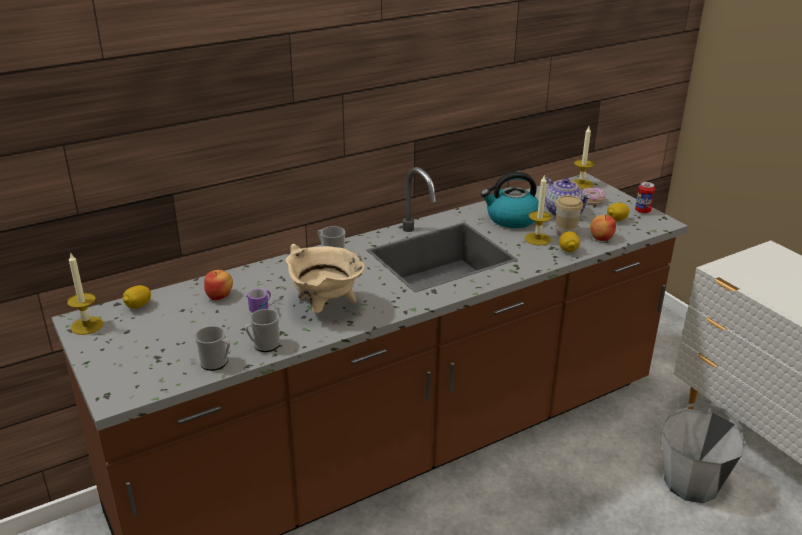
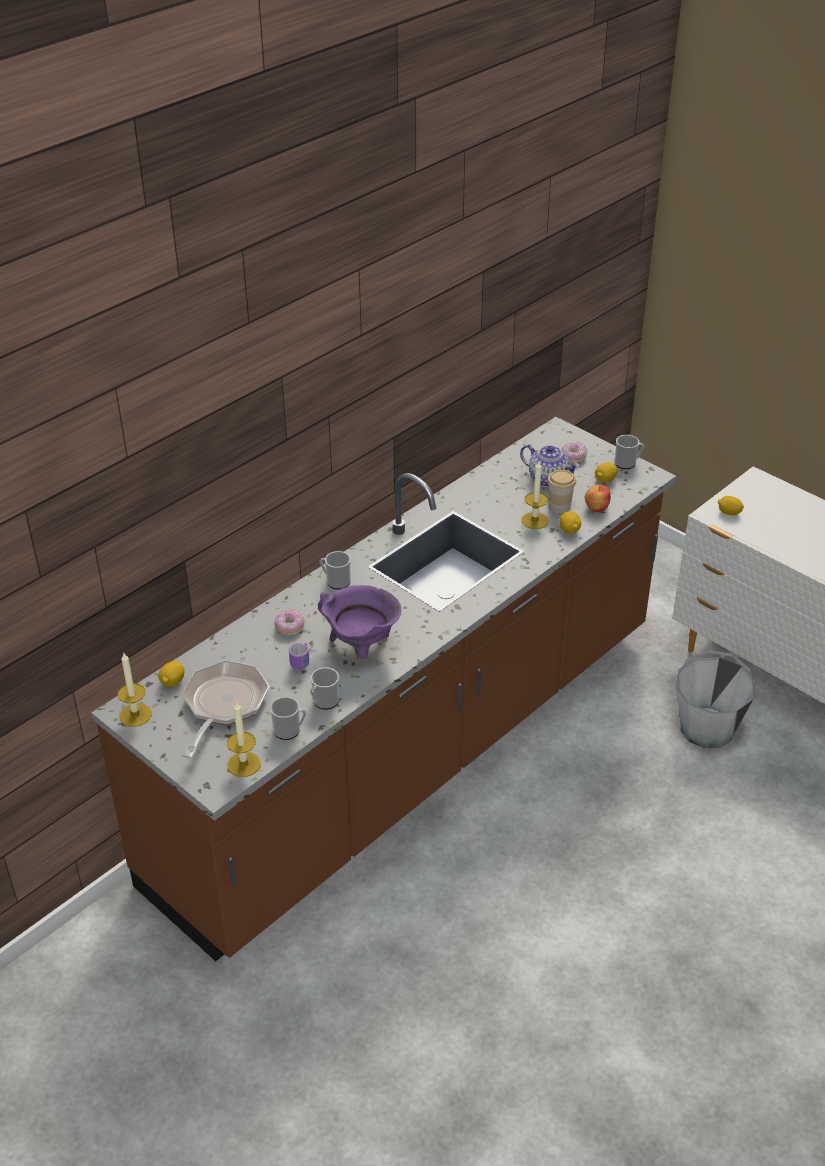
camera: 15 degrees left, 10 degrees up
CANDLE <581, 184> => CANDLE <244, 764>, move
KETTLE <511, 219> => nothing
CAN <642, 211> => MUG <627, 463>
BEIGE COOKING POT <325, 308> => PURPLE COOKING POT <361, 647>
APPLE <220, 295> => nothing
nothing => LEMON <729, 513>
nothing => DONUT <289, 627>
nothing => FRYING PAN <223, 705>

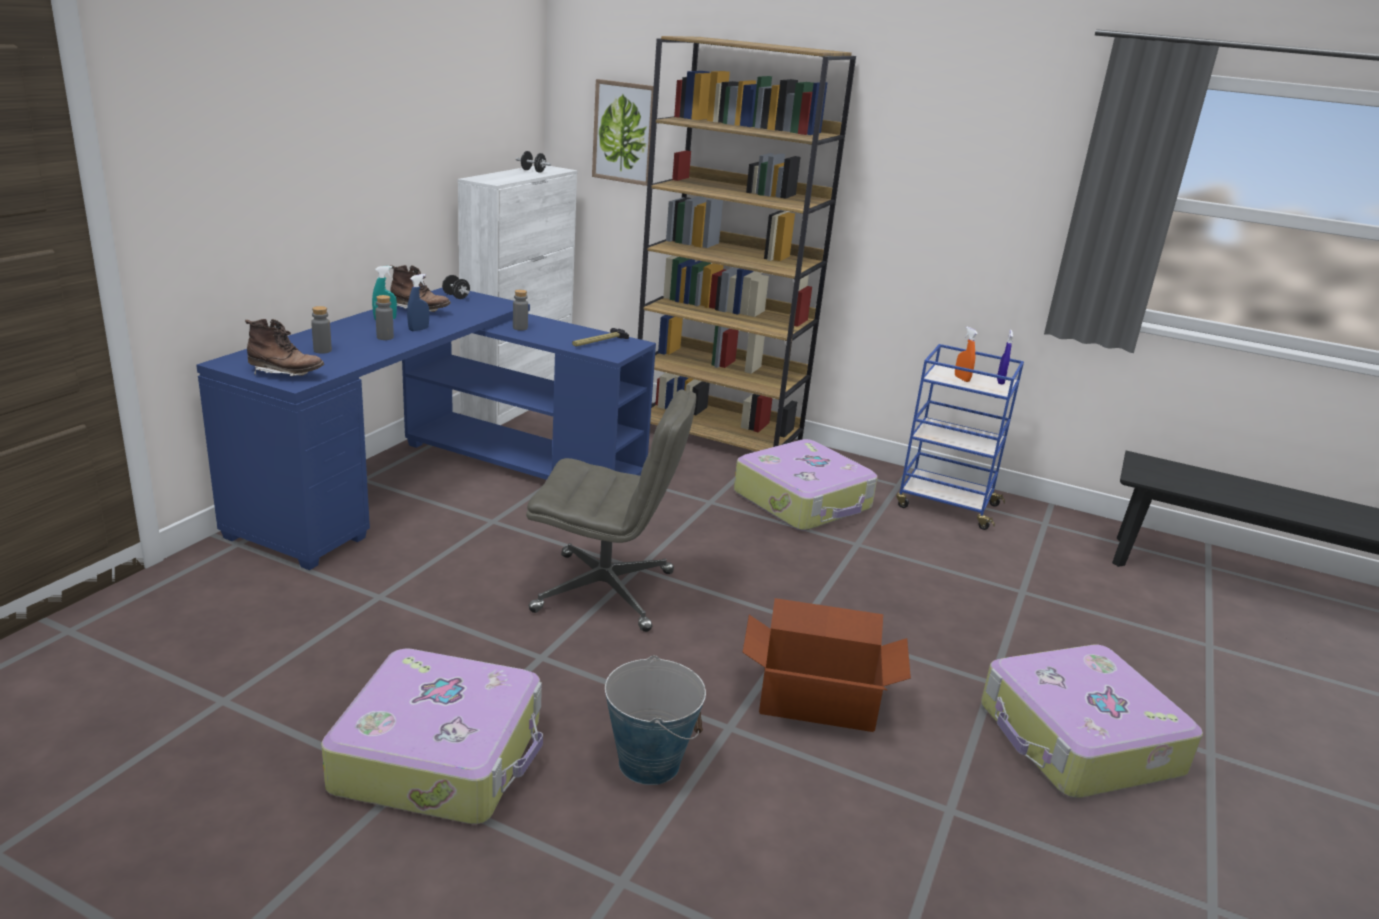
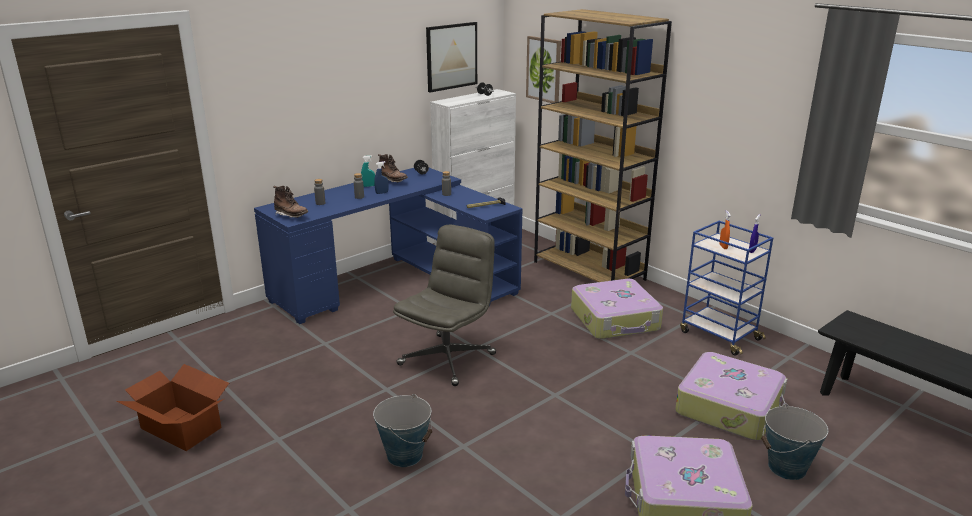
camera: 25 degrees right, 0 degrees up
GREY OFFICE CHAIR <606, 592> => GREY OFFICE CHAIR <447, 359>, 90 degrees counterclockwise
CARDBOARD BOX <816, 699> => CARDBOARD BOX <181, 427>, move
SUITCASE <441, 755> => SUITCASE <730, 407>, move
nothing => PICTURE <451, 56>
nothing => BUCKET <787, 468>

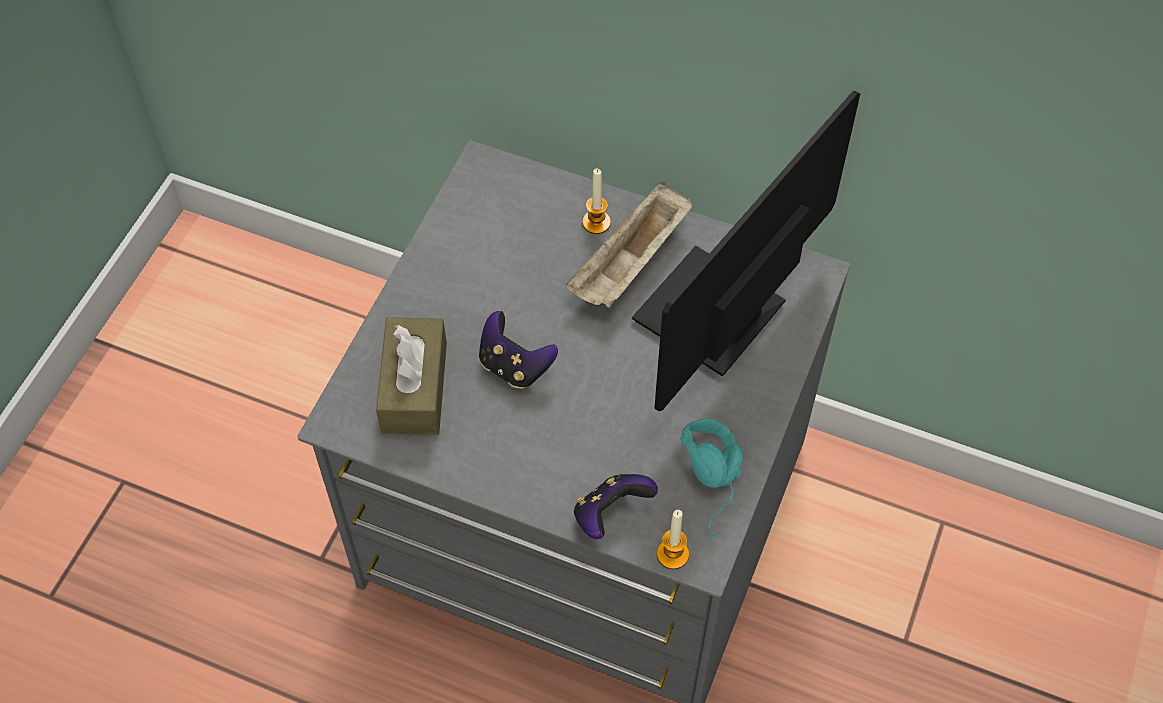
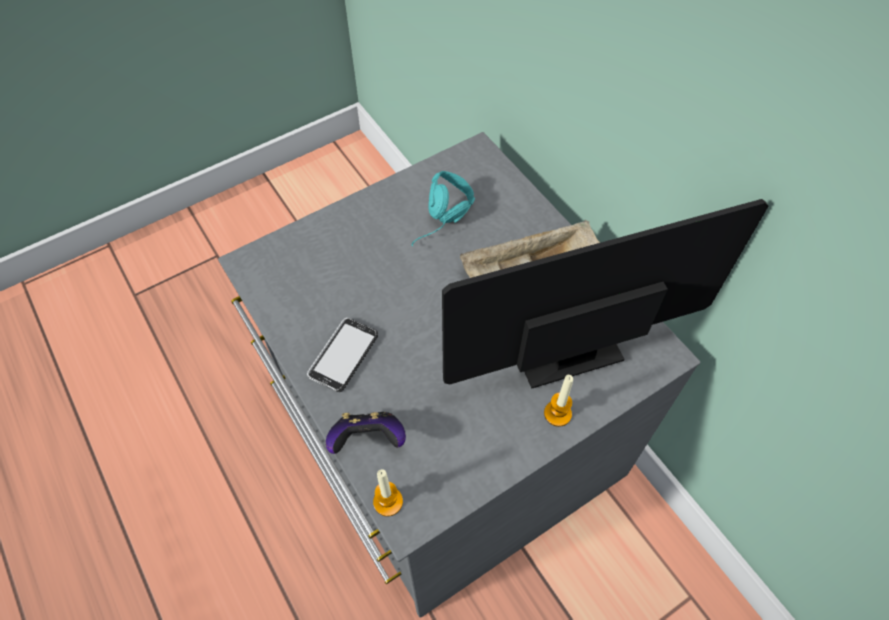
camera: 35 degrees right, 0 degrees up
CANDLE <596, 222> => CANDLE <557, 413>, move
GAME CONTROLLER <514, 366> => nothing
BROWN TISSUE BOX <414, 387> => nothing
TURQUOISE HEADPHONES <720, 484> => TURQUOISE HEADPHONES <444, 223>, move
nothing => PHONE <343, 355>

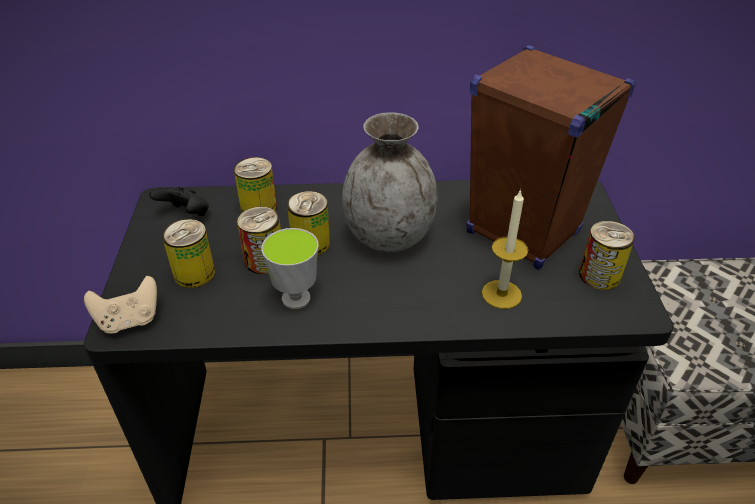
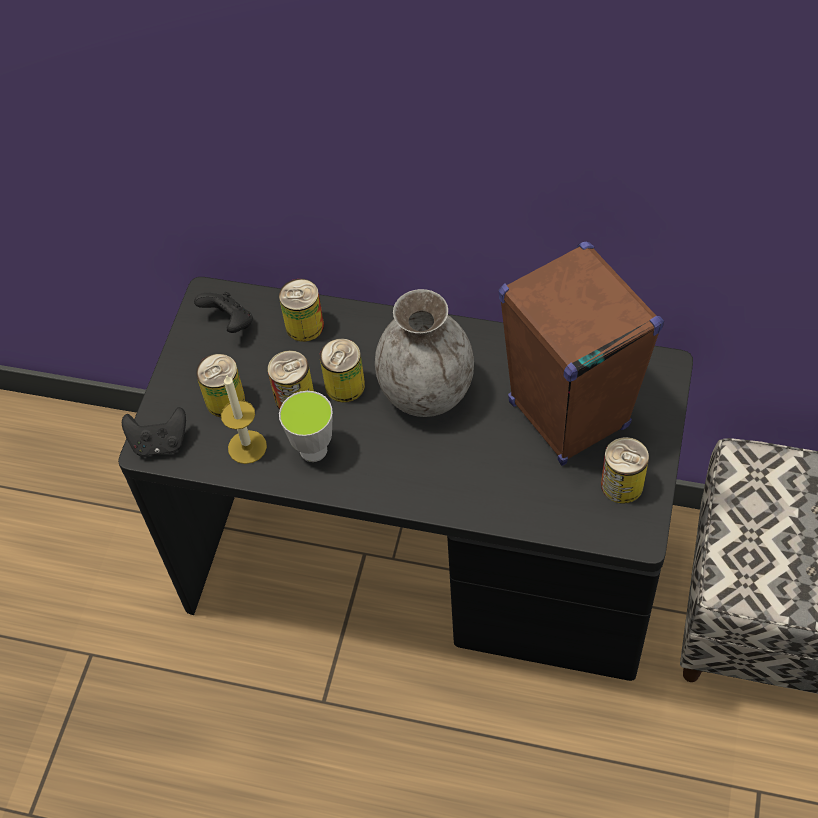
camera: 20 degrees right, 15 degrees up
CANDLE <501, 294> => CANDLE <247, 447>, move
BEIGE GAME CONTROLLER <129, 320> => BLACK GAME CONTROLLER <159, 443>

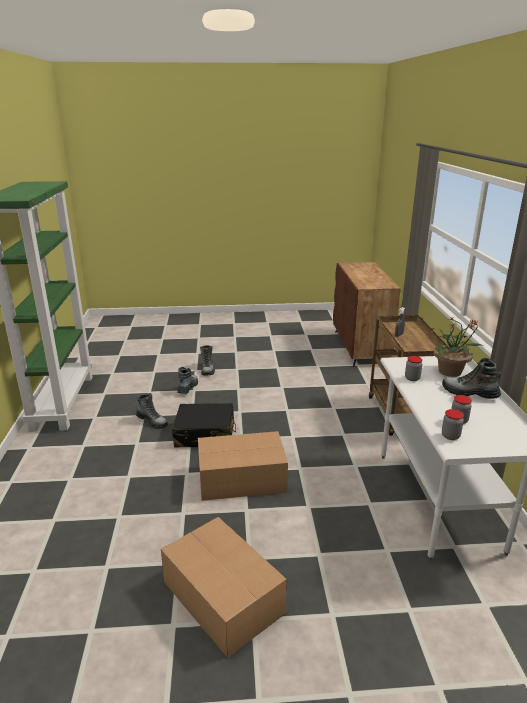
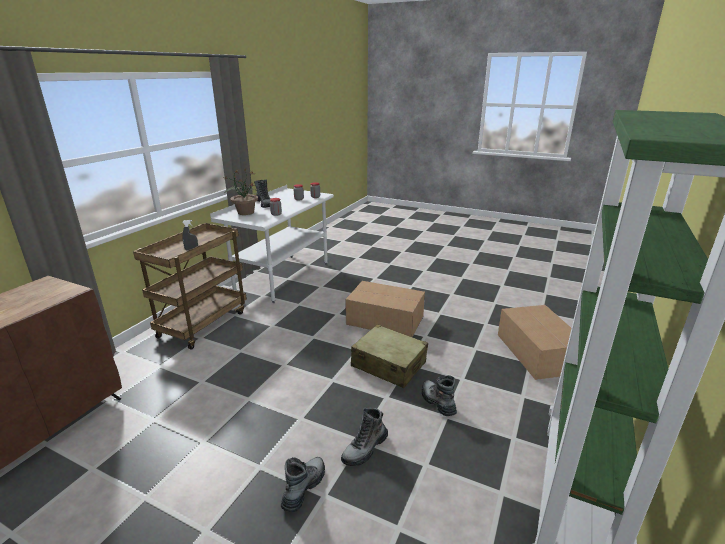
camera: 150 degrees left, 0 degrees up
BLACK SUITCASE <205, 435> => BEIGE SUITCASE <388, 364>
CARDBOARD BOX <222, 595> => CARDBOARD BOX <537, 353>, move

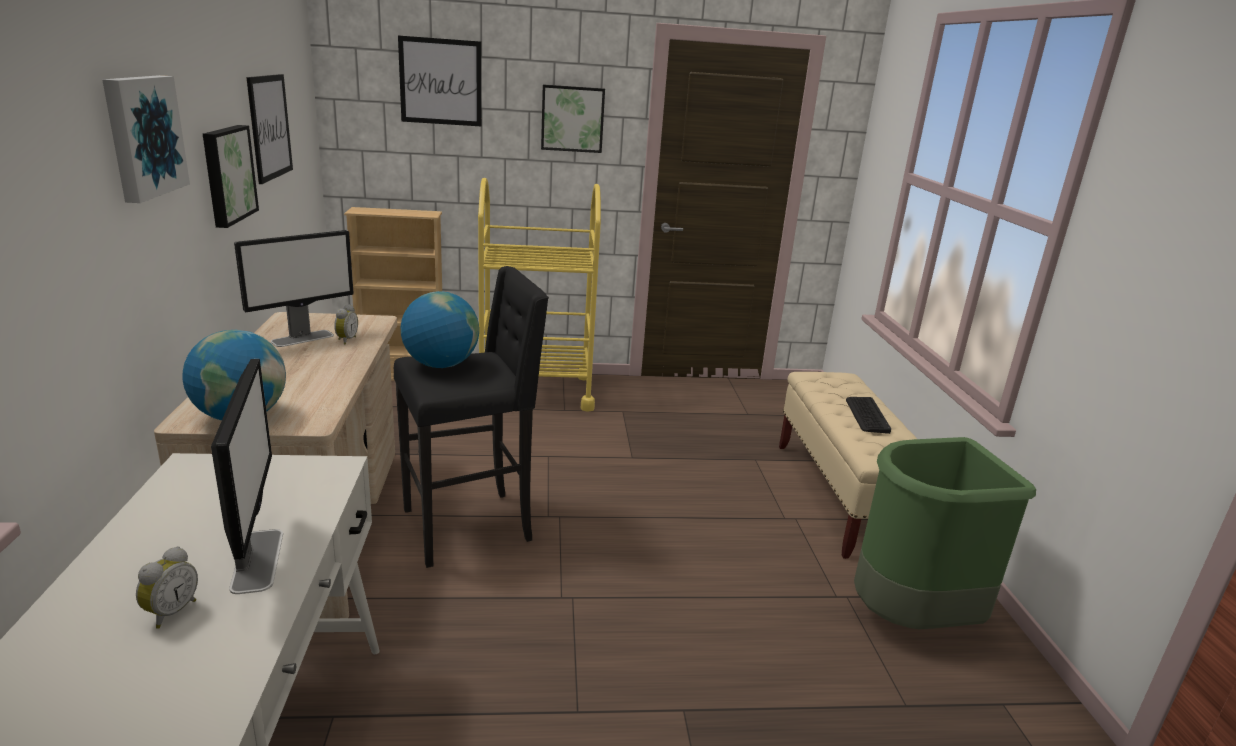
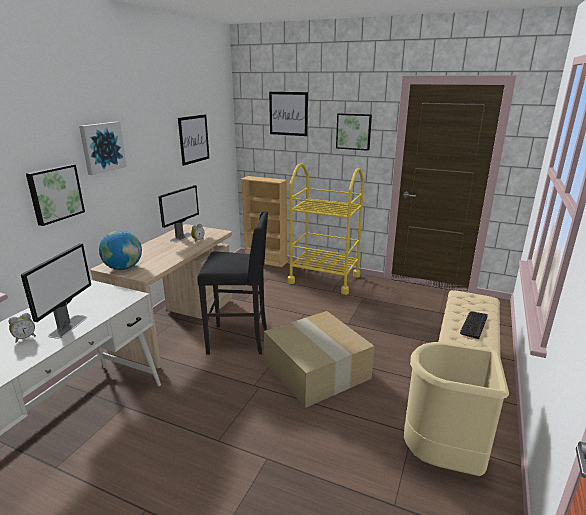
camera: 30 degrees right, 0 degrees up
PICTURE <227, 174> => PICTURE <55, 193>, move
MONITOR <303, 338> => MONITOR <182, 237>, 45 degrees counterclockwise
GLOBE <440, 365> => nothing
GREEN TRASH CAN <911, 619> => BEIGE TRASH CAN <443, 459>
nothing => CARDBOARD BOX <318, 370>

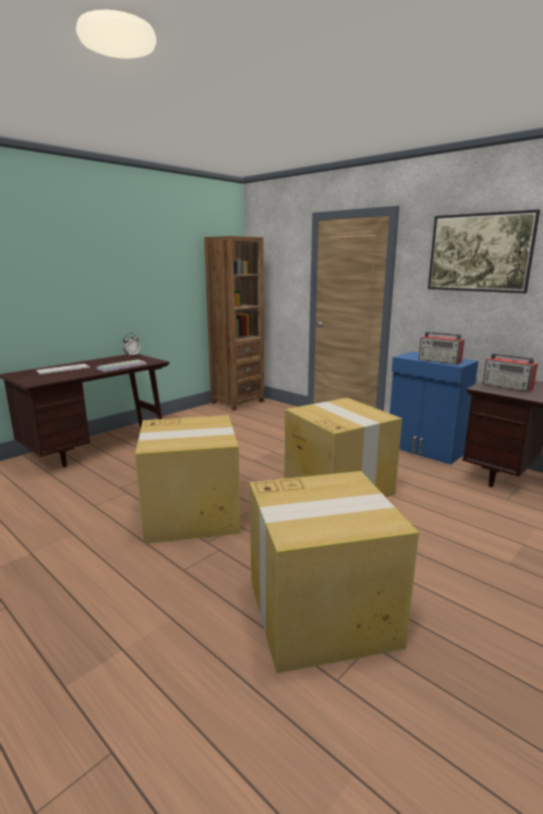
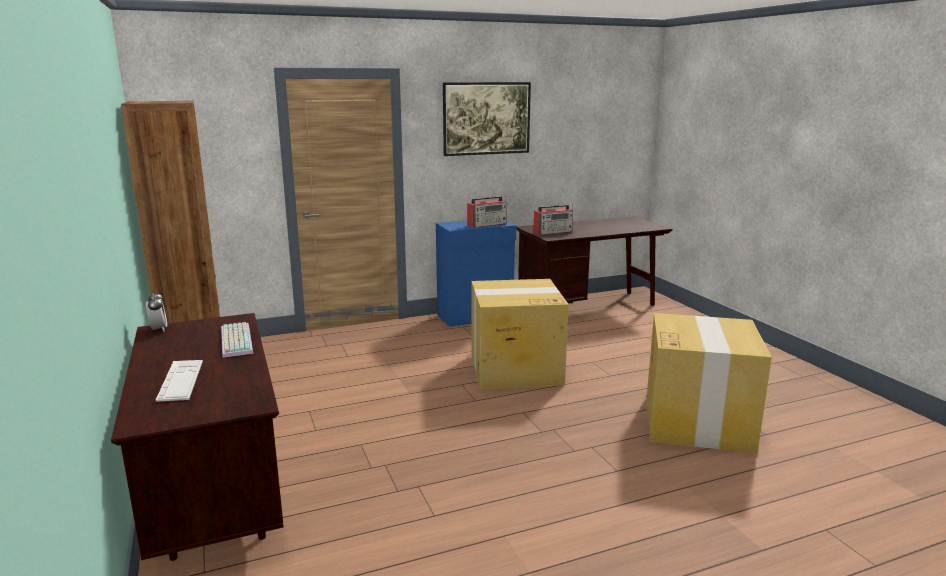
camera: 65 degrees left, 0 degrees up
CARDBOARD BOX <193, 514> => nothing

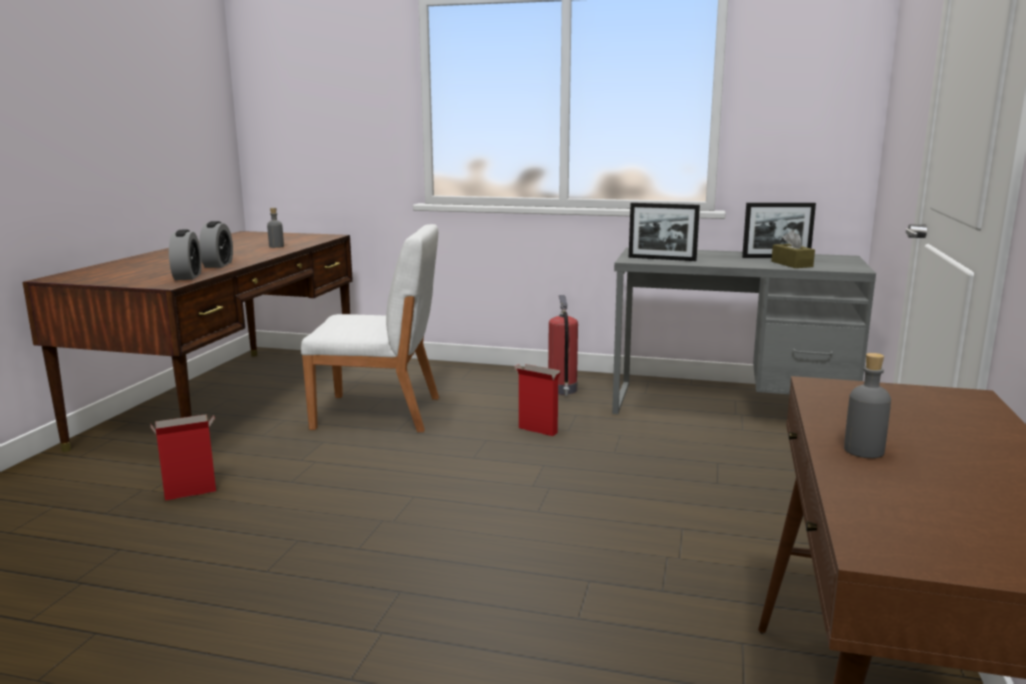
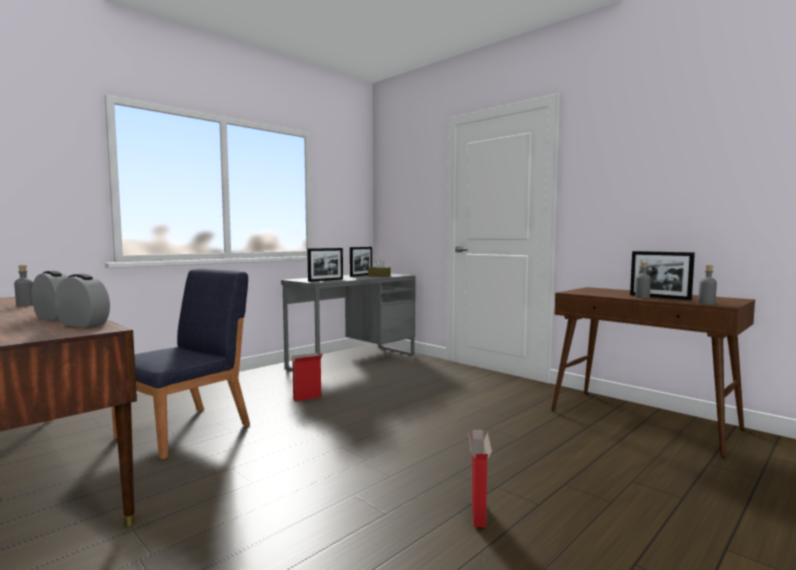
camera: 60 degrees left, 10 degrees down
WHITE CHAIR <379, 413> => BLUE CHAIR <186, 430>
FIRE EXTINGUISHER <562, 390> => nothing
CARDBOARD BOX <191, 493> => CARDBOARD BOX <478, 512>, move
nothing => PICTURE FRAME <659, 297>
nothing => GREY BOTTLE <706, 303>

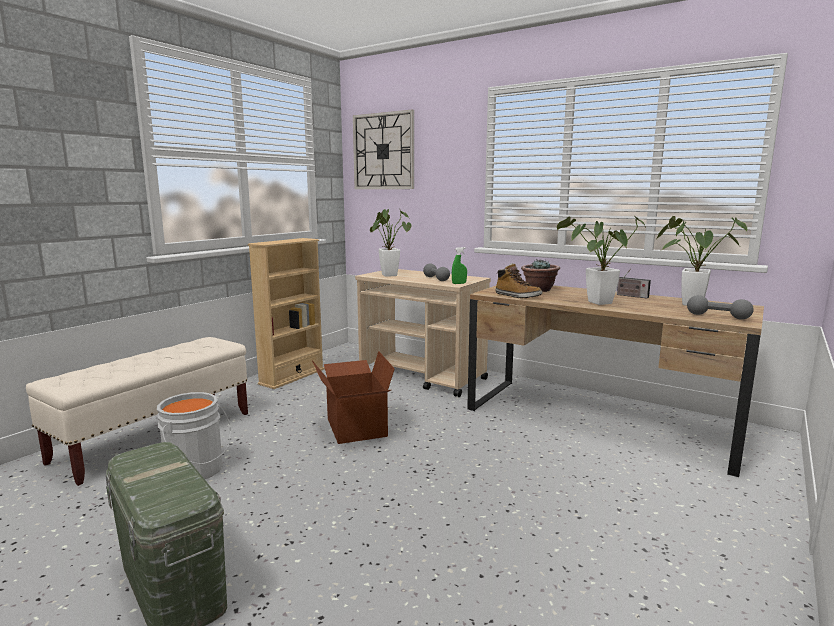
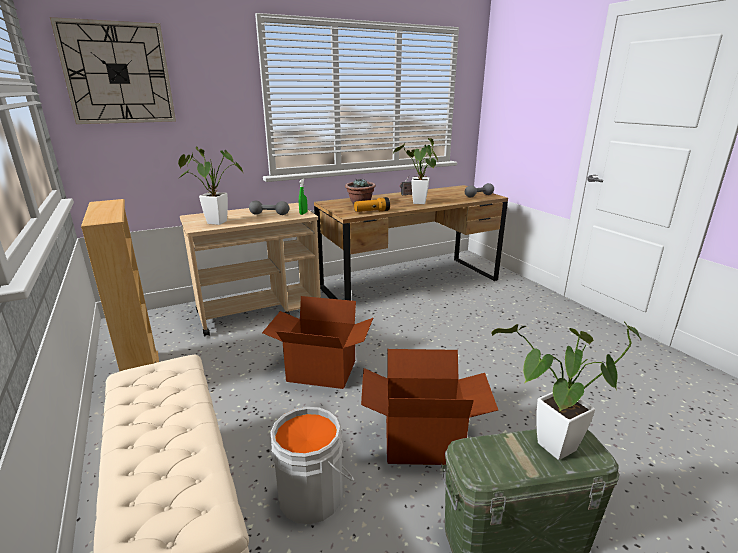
camera: 60 degrees left, 10 degrees up
POTTED PLANT <686, 304> => POTTED PLANT <550, 450>, move
BOOT <517, 296> => FLASHLIGHT <372, 211>
nothing => CARDBOARD BOX <422, 440>

